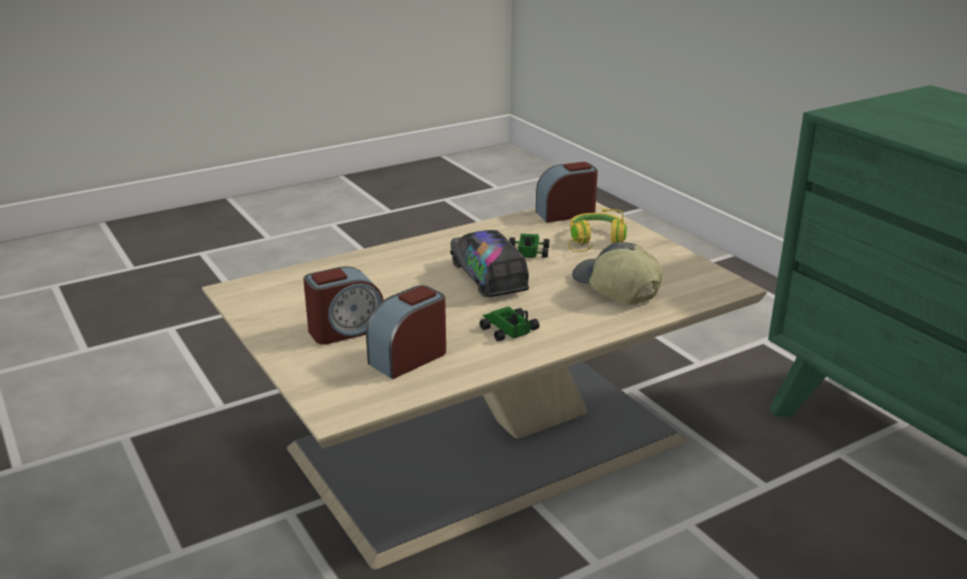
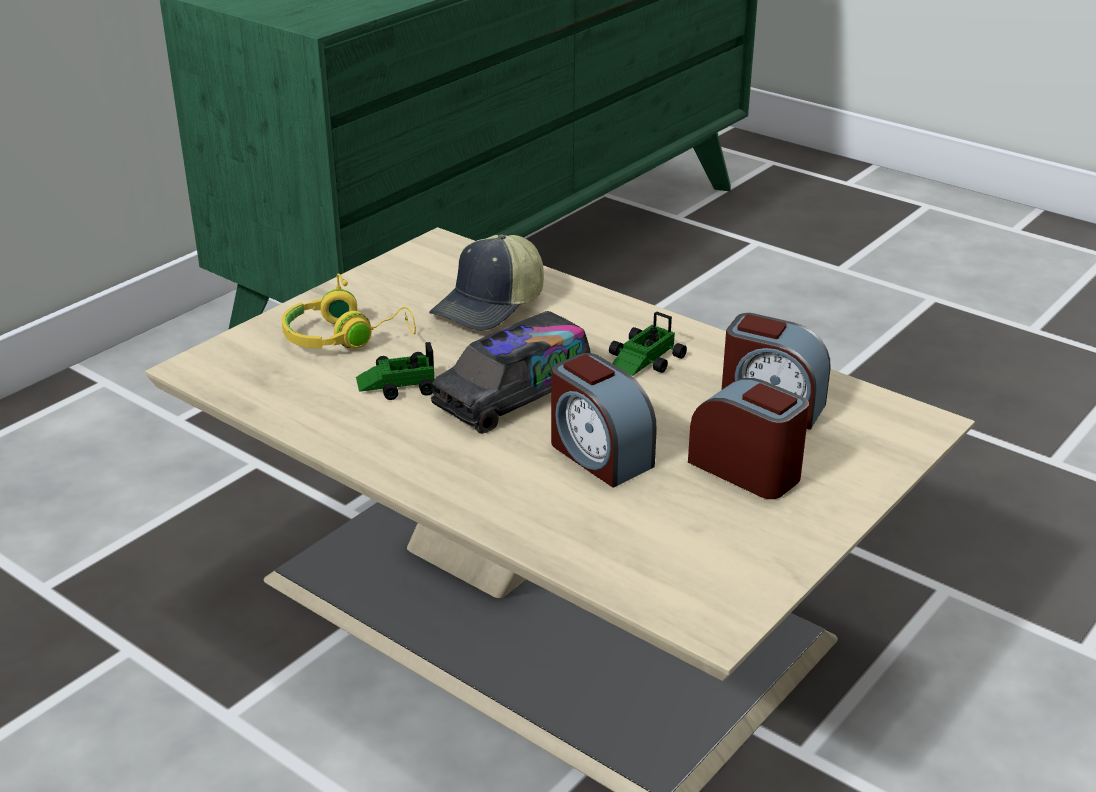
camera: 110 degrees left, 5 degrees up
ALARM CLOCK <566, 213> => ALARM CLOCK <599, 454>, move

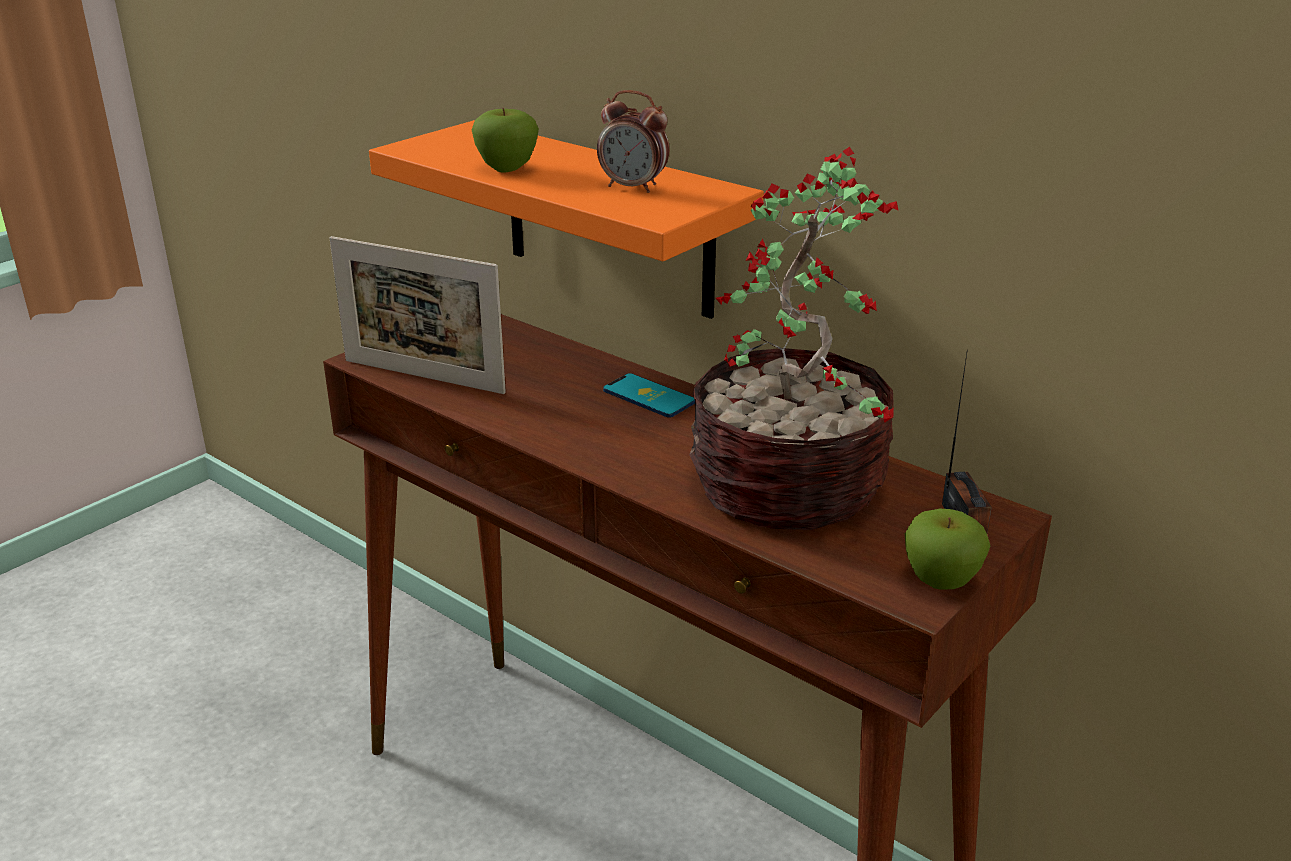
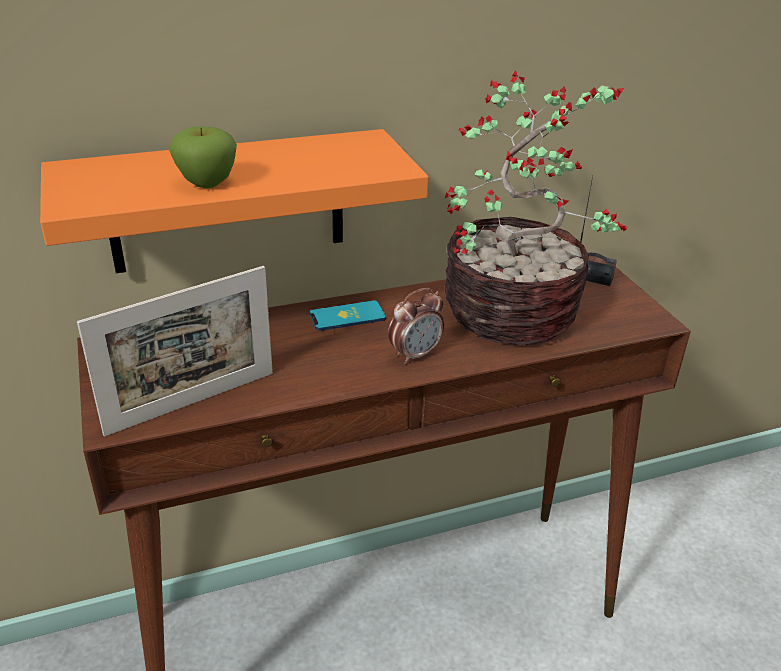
camera: 60 degrees left, 5 degrees up
ALARM CLOCK <633, 187> => ALARM CLOCK <415, 355>, move
APPLE <941, 581> => nothing

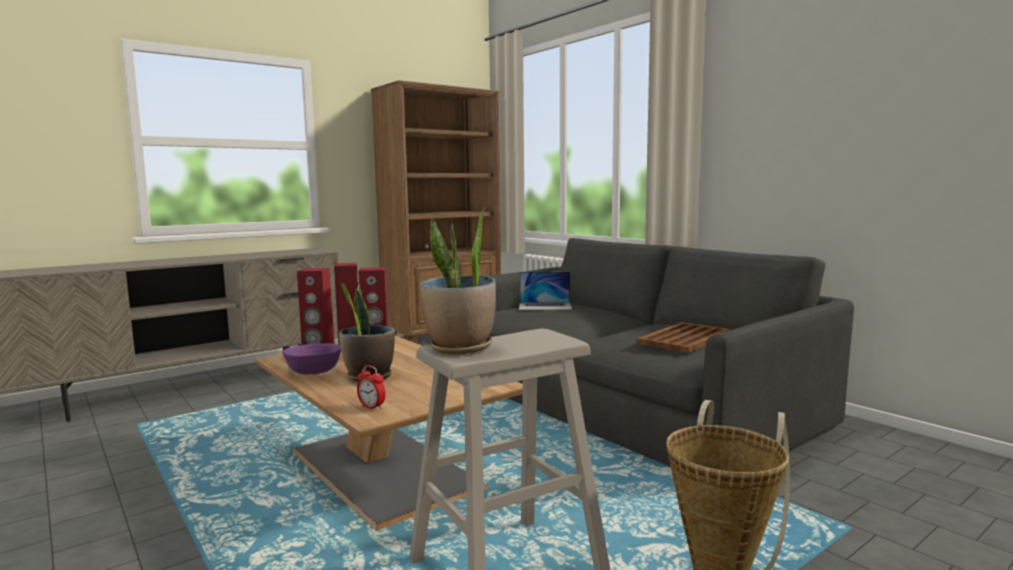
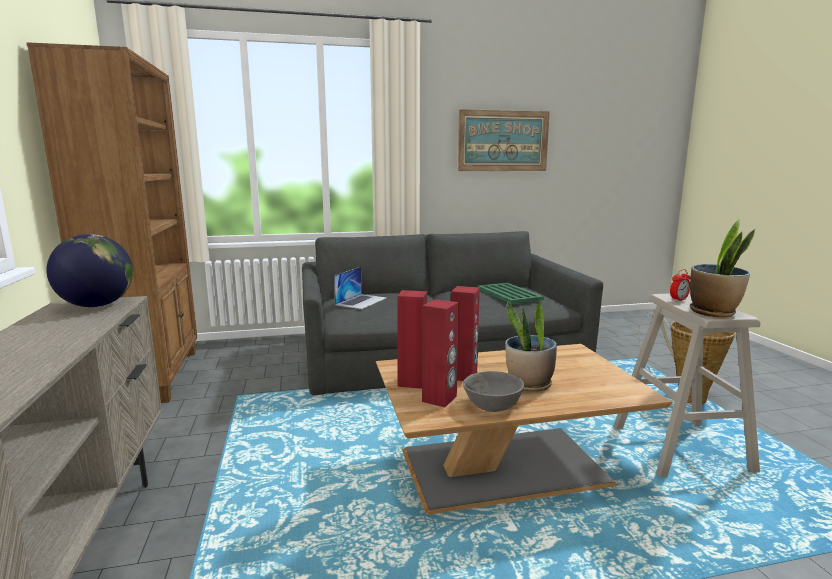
camera: 65 degrees left, 5 degrees up
BROWN TRAY <684, 338> => GREEN TRAY <509, 294>
PURPLE BOWL <313, 371> => GREY BOWL <492, 405>
ALARM CLOCK <372, 407> => ALARM CLOCK <678, 300>, move
nothing => PICTURE <503, 141>
nothing => GLOBE <97, 305>

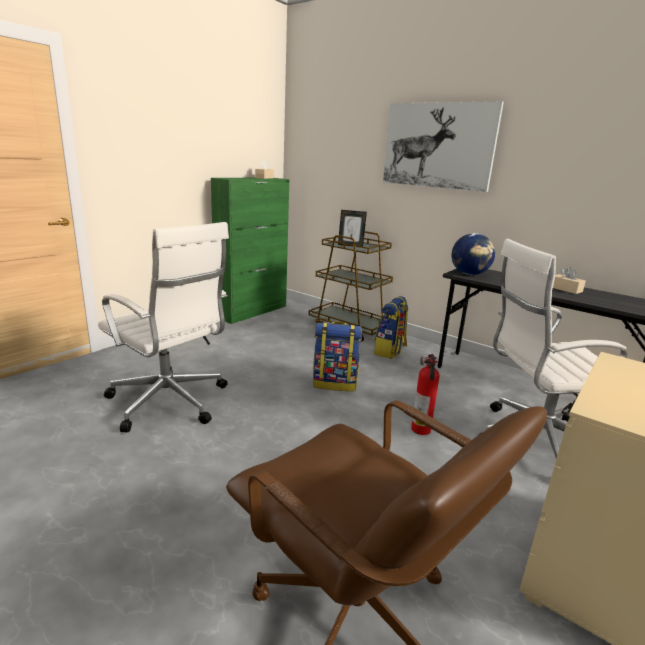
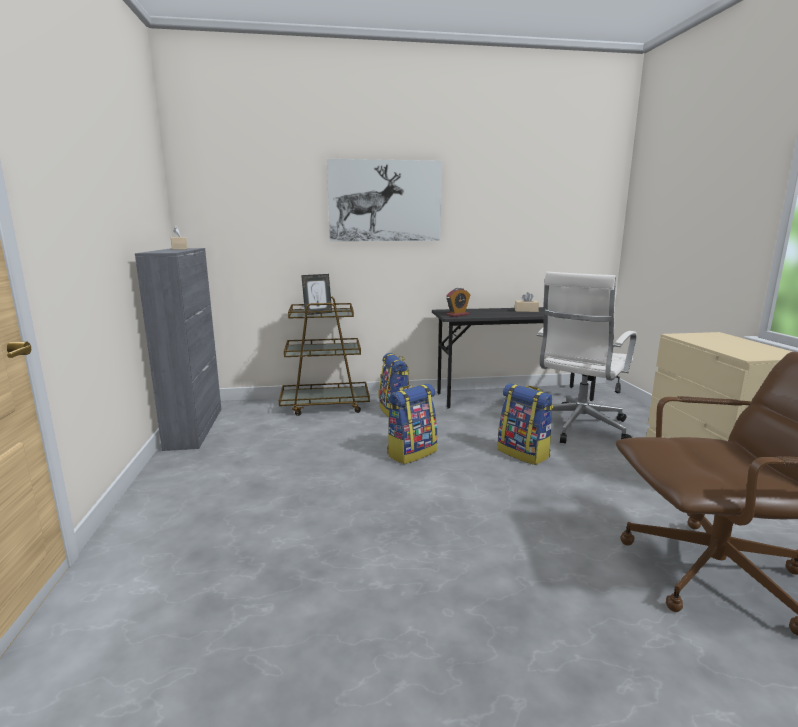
camera: 45 degrees left, 5 degrees down
GREEN CABINET <252, 311> => GREY CABINET <195, 427>
WHITE OFFICE CHAIR <170, 403> => nothing
GLOBE <469, 274> => ALARM CLOCK <457, 315>
FIRE EXTINGUISHER <421, 430> => BACKPACK <524, 453>

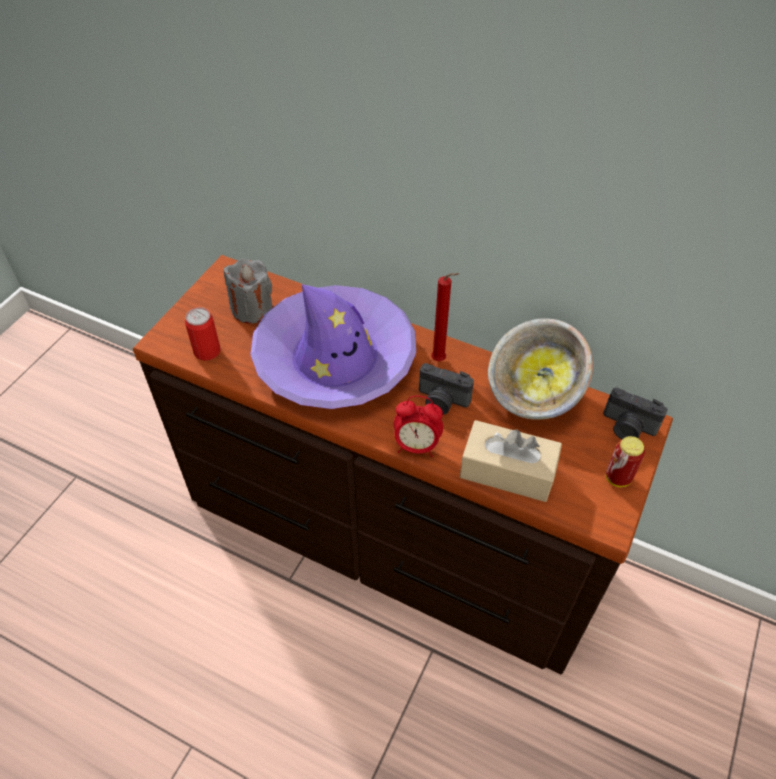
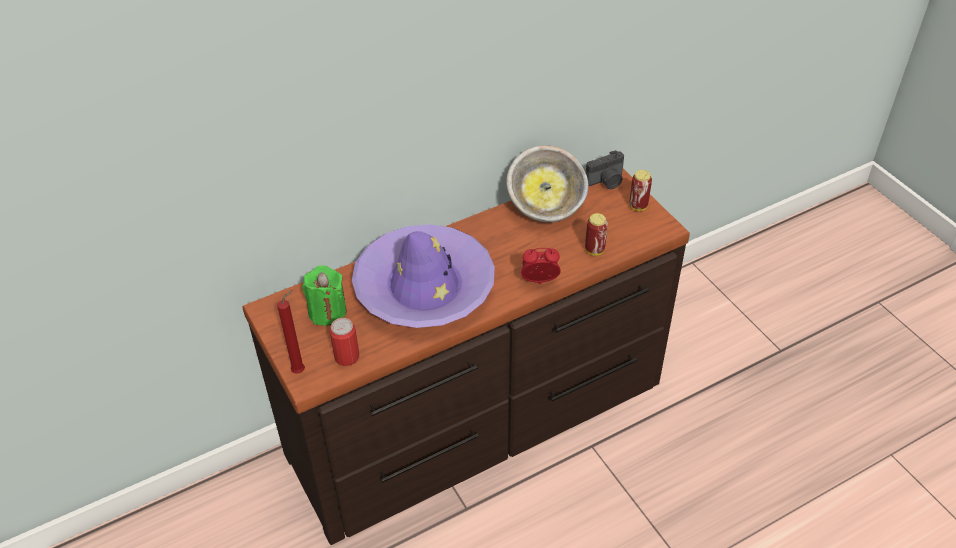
camera: 55 degrees left, 5 degrees down
GREY CANDLE <252, 309> => GREEN CANDLE <327, 311>
RED CANDLE <440, 360> => RED CANDLE <300, 370>, move
PHOTO CAMERA <441, 401> => nothing
ALARM CLOCK <416, 446> => ALARM CLOCK <539, 282>, 135 degrees counterclockwise
BEIGE TISSUE BOX <507, 471> => CAN <594, 250>

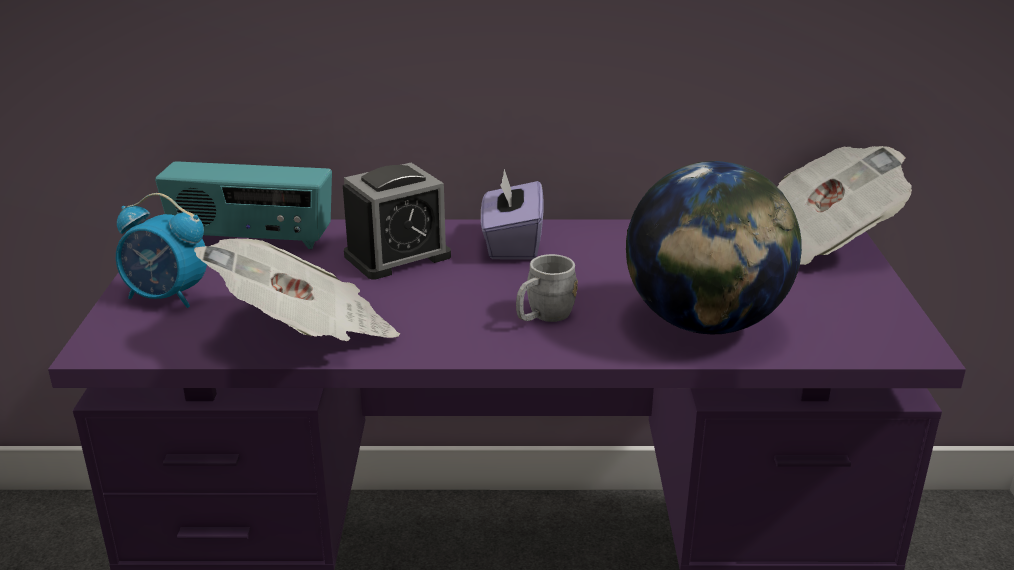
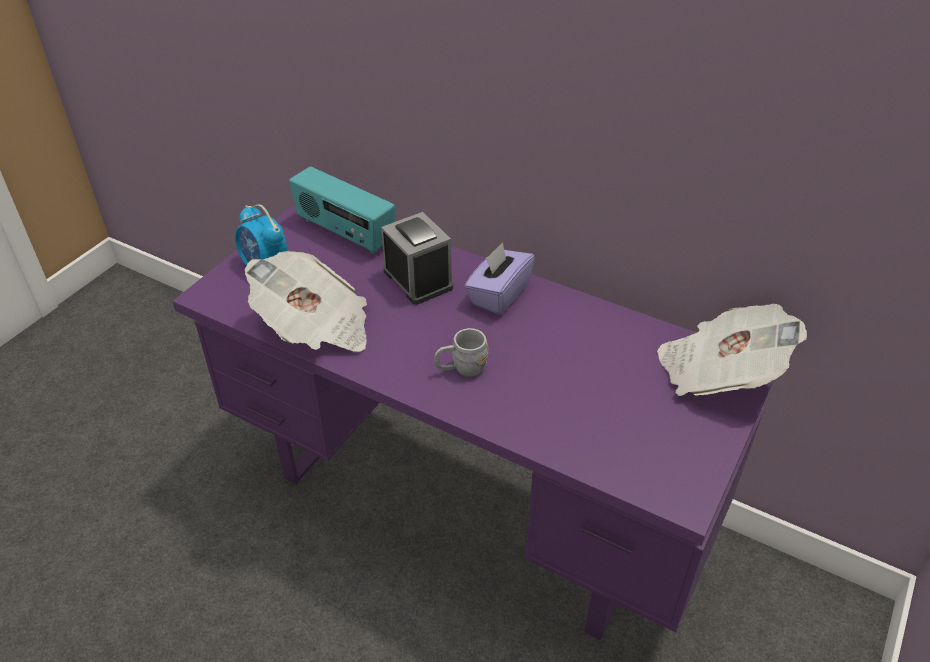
camera: 30 degrees right, 15 degrees up
GLOBE <704, 324> => nothing
ALARM CLOCK <397, 256> => ALARM CLOCK <418, 279>, 120 degrees counterclockwise

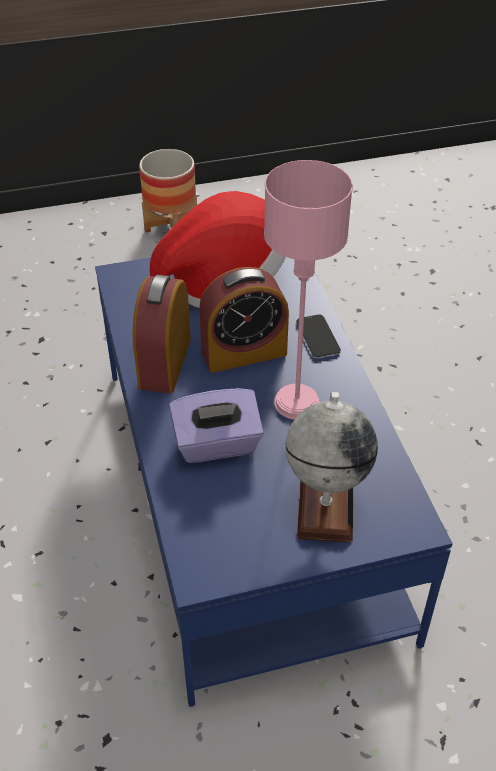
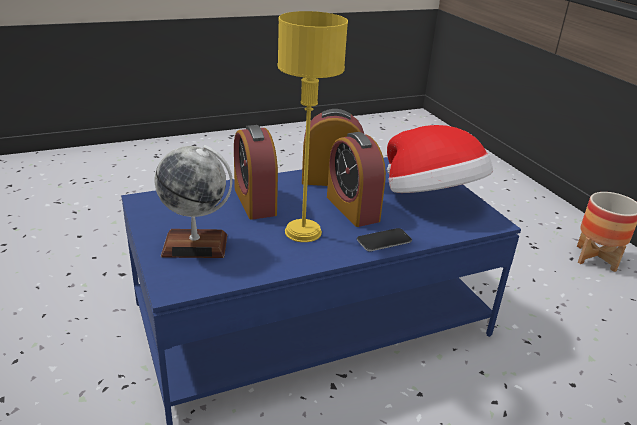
camera: 80 degrees right, 15 degrees down
PINK TABLE LAMP <297, 403> => YELLOW TABLE LAMP <303, 232>
PURPLE TISSUE BOX <217, 444> => ALARM CLOCK <255, 201>

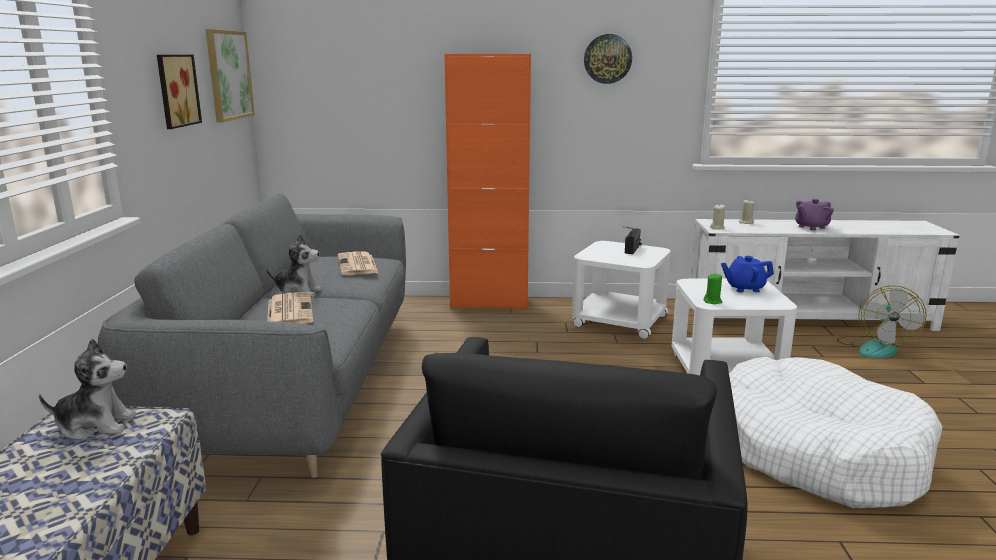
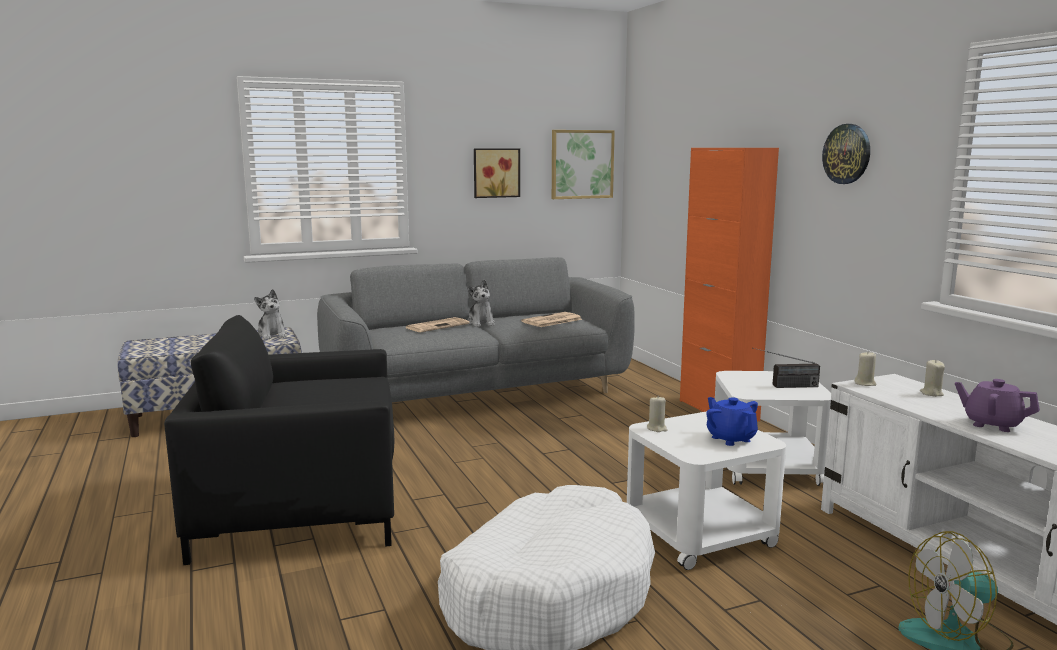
camera: 65 degrees right, 5 degrees down
GREEN CANDLE <712, 301> => BEIGE CANDLE <657, 428>

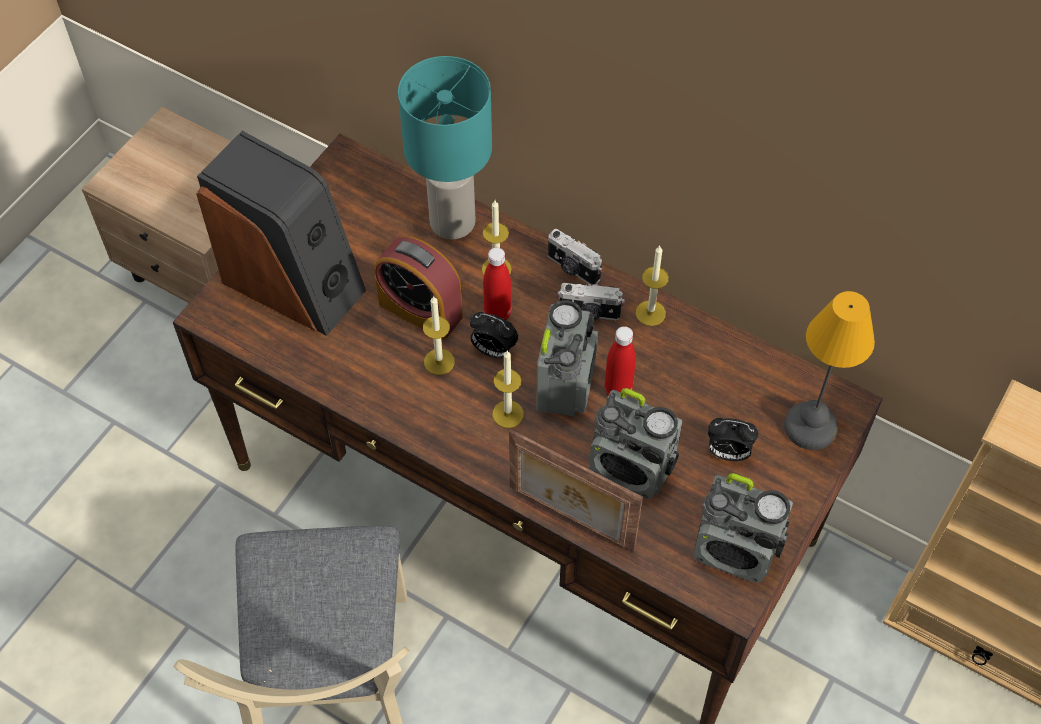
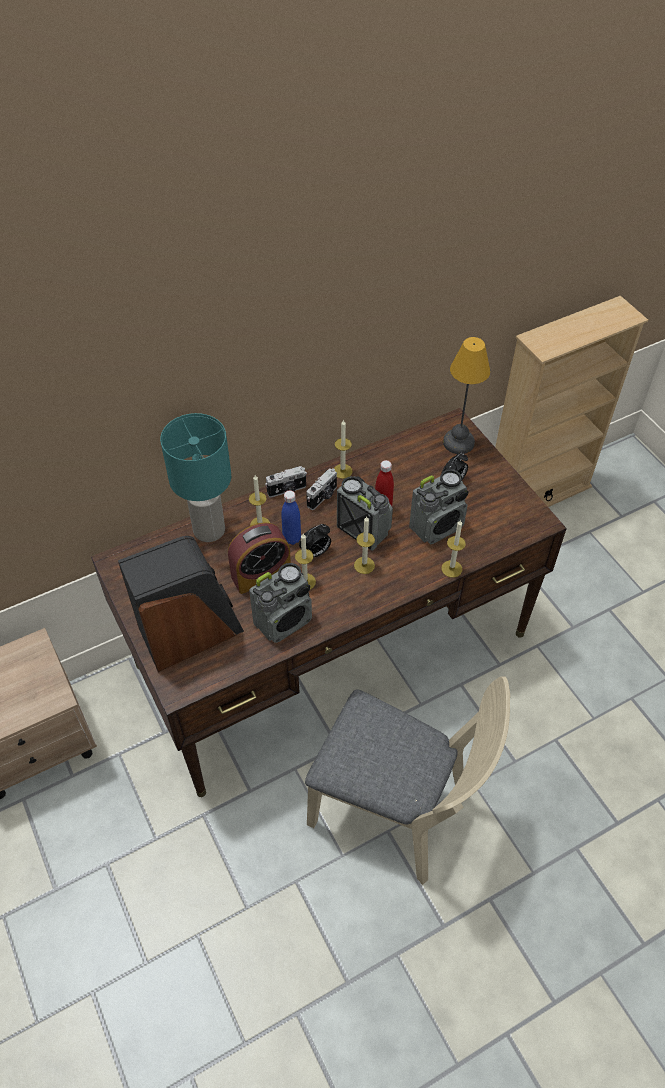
camera: 60 degrees left, 5 degrees down
RED BOTTLE <497, 313> => BLUE BOTTLE <292, 538>
PICTURE FRAME <570, 519> => CANDLE <451, 569>
RADIO <735, 552> => RADIO <284, 621>, move

